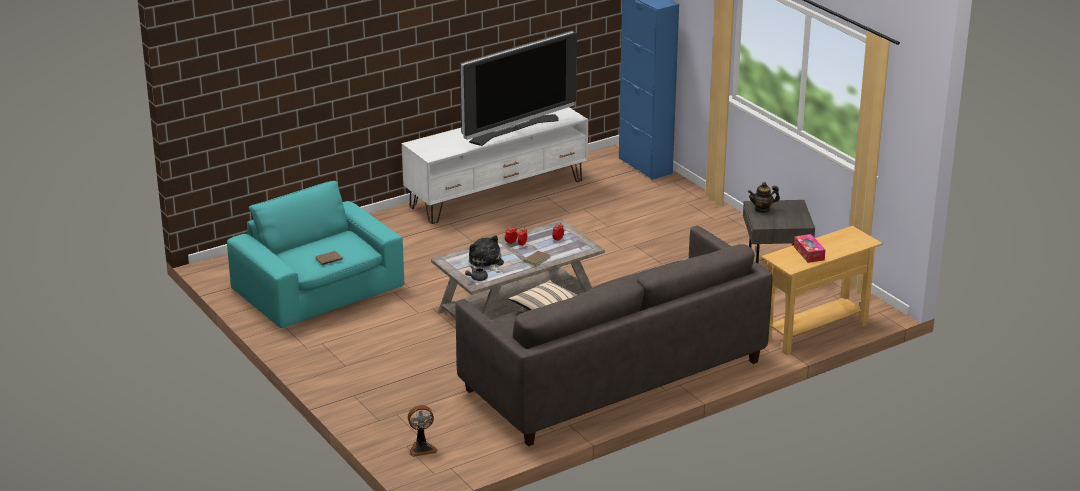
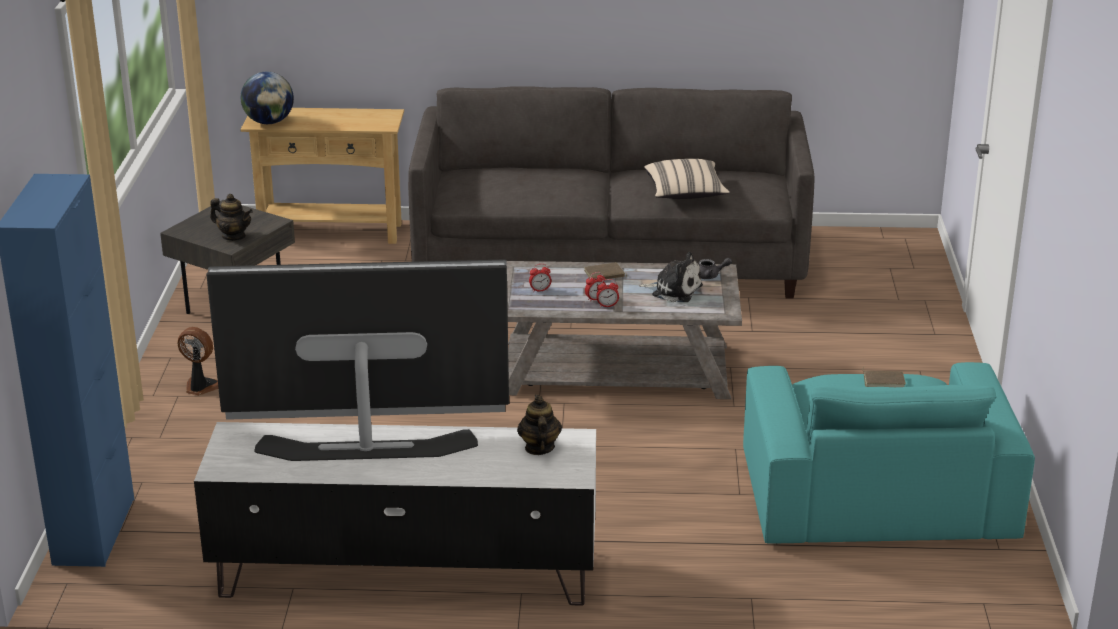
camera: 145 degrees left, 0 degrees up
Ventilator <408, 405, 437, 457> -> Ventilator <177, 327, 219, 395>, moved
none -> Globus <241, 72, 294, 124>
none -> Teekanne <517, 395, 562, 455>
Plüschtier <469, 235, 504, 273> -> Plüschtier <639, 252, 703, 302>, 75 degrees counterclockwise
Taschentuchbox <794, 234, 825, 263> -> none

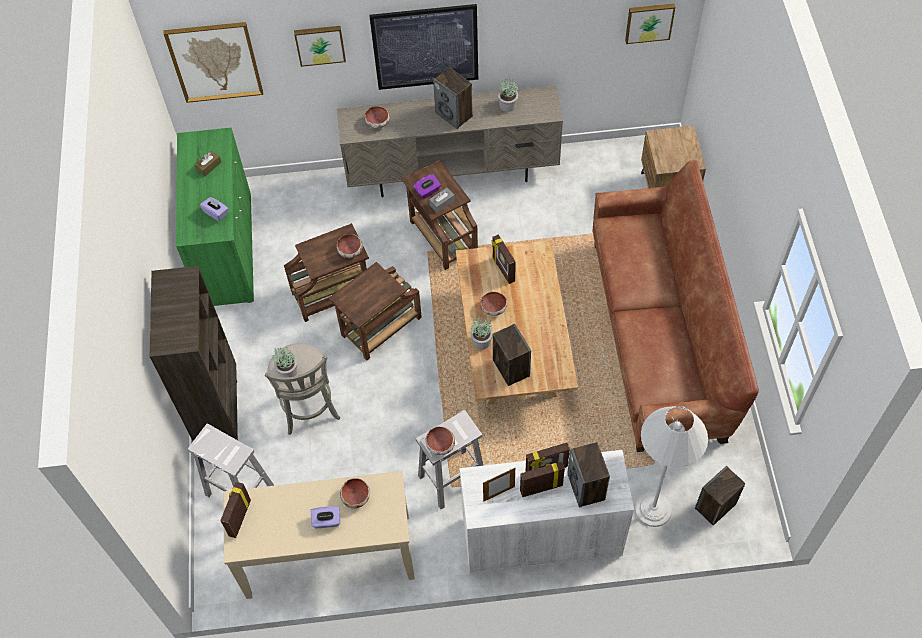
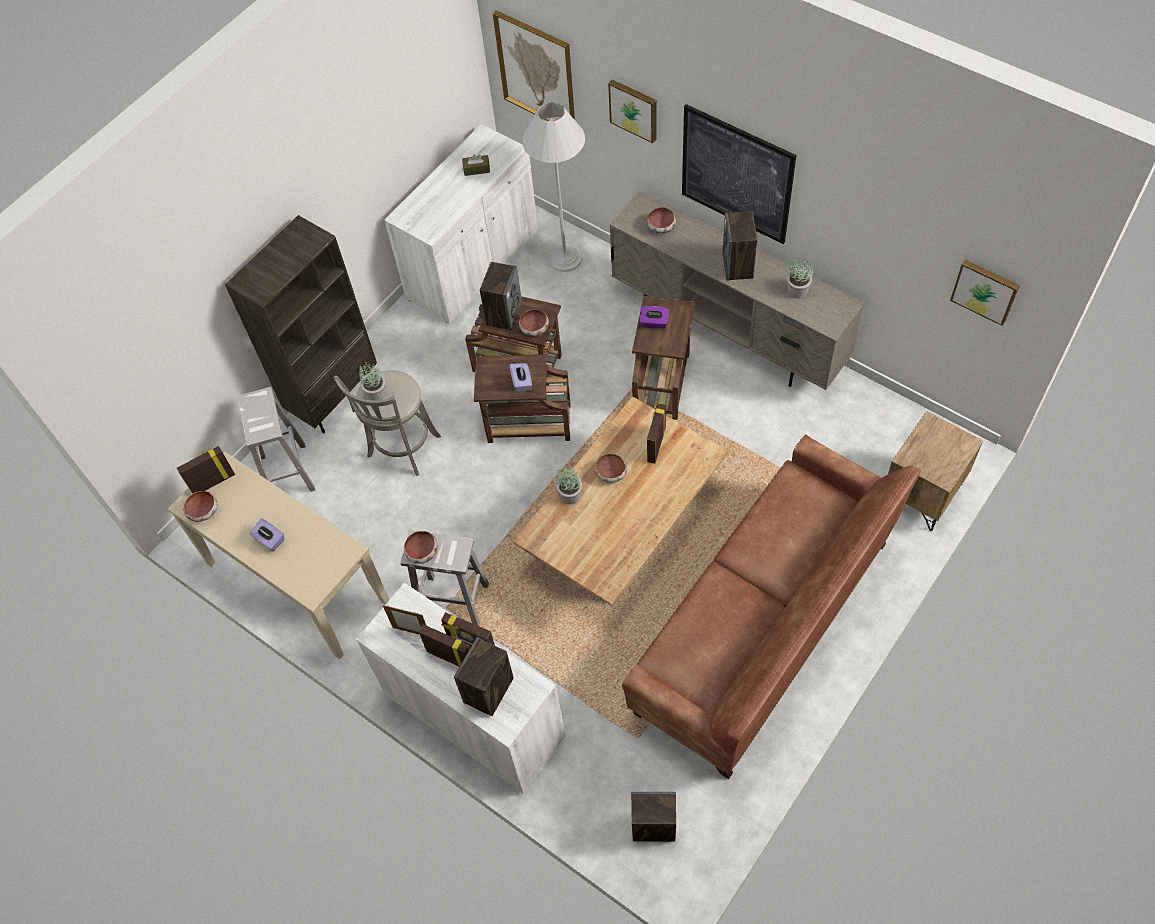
camera: 45 degrees right, 0 degrees up
Schüssel <340, 478, 370, 509> -> Schüssel <183, 491, 217, 522>, moved
Schrank [grün] <176, 128, 254, 306> -> Schrank [weiß] <384, 124, 538, 324>
Lautsprecher <493, 324, 531, 386> -> Lautsprecher <480, 262, 522, 331>, moved
Taschentuchbox [lila] <200, 197, 228, 222> -> Taschentuchbox [lila] <509, 363, 532, 393>, moved
Stehlampe [weiß] <635, 406, 708, 527> -> Stehlampe [weiß] <522, 102, 585, 272>, moved
Taschentuchbox [grau] <429, 188, 455, 212> -> none

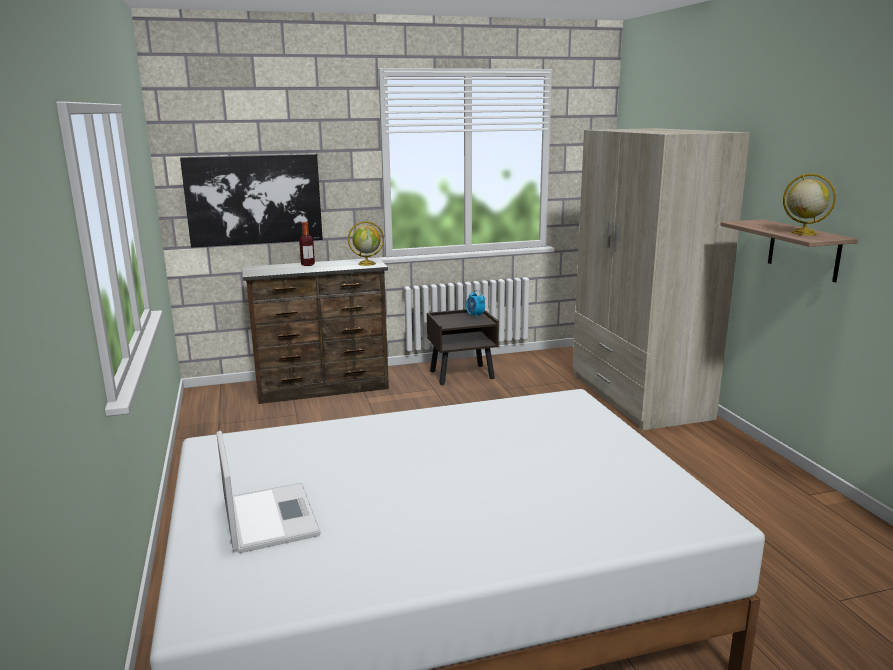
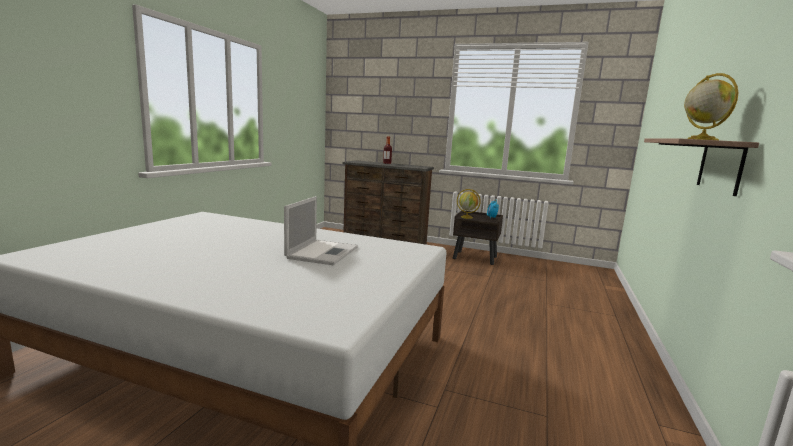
camera: 35 degrees right, 5 degrees down
Laptop <217, 431, 321, 553> -> Laptop <284, 196, 358, 265>, moved
Globus <348, 221, 384, 266> -> Globus <457, 189, 481, 219>, moved
Bild <180, 154, 323, 248> -> none
Kleiderschrank [beige] <572, 128, 750, 430> -> none

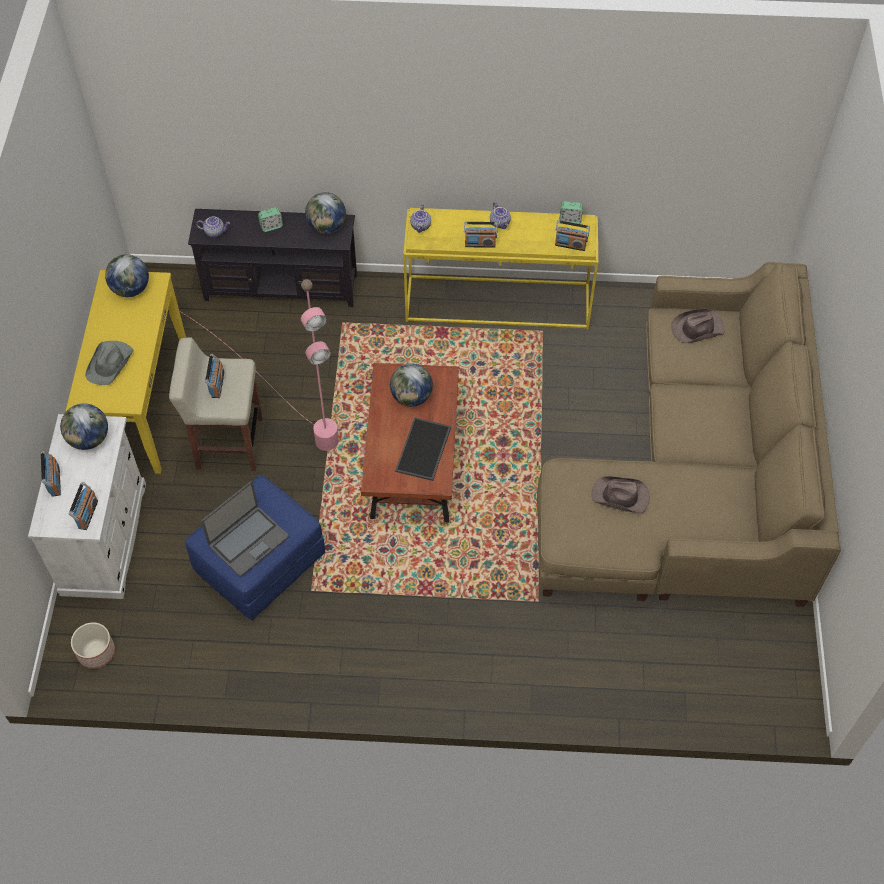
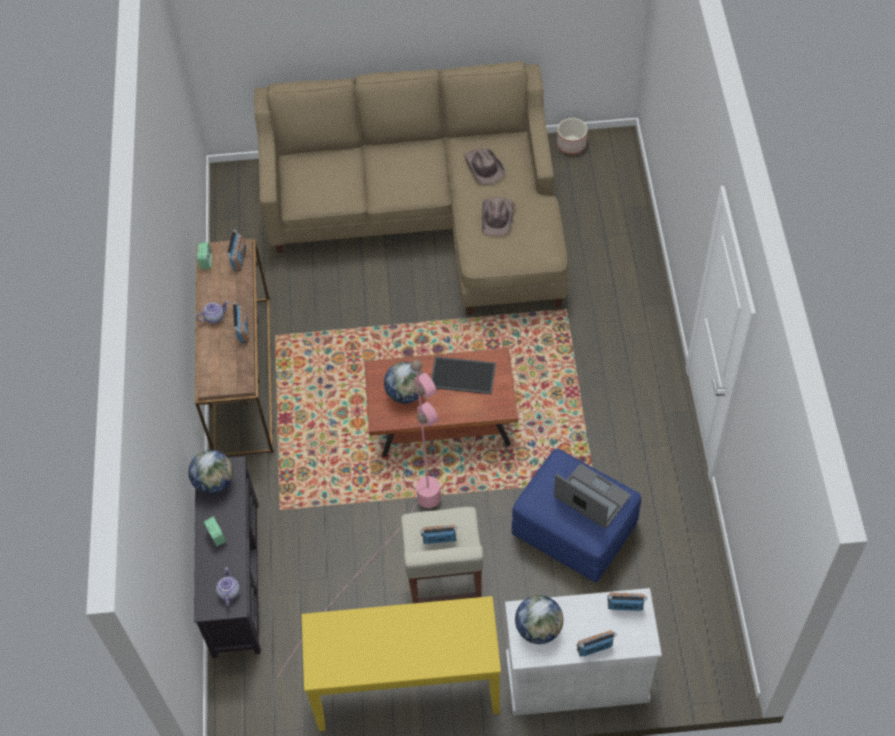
camera: 95 degrees left, 0 degrees up
Konsolentisch [gelb] <403, 208, 598, 329> -> Konsolentisch [braun] <195, 239, 273, 456>
Hut [braun] <671, 309, 725, 343> -> Hut [braun] <464, 148, 505, 185>, moved
Pflanzkübel <71, 622, 115, 669> -> Pflanzkübel <557, 118, 587, 154>, moved
Hut [grau] <85, 341, 134, 385> -> none
Globus <105, 254, 149, 297> -> none
Teekanne <410, 204, 431, 233> -> none

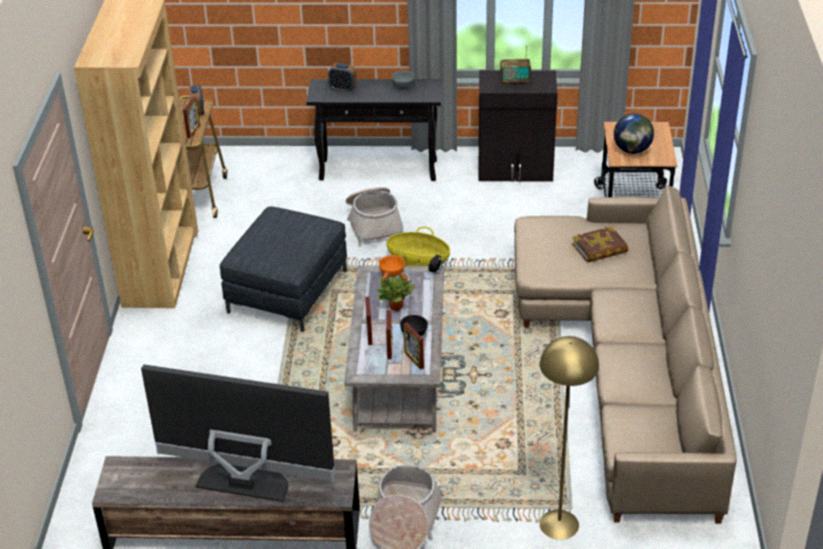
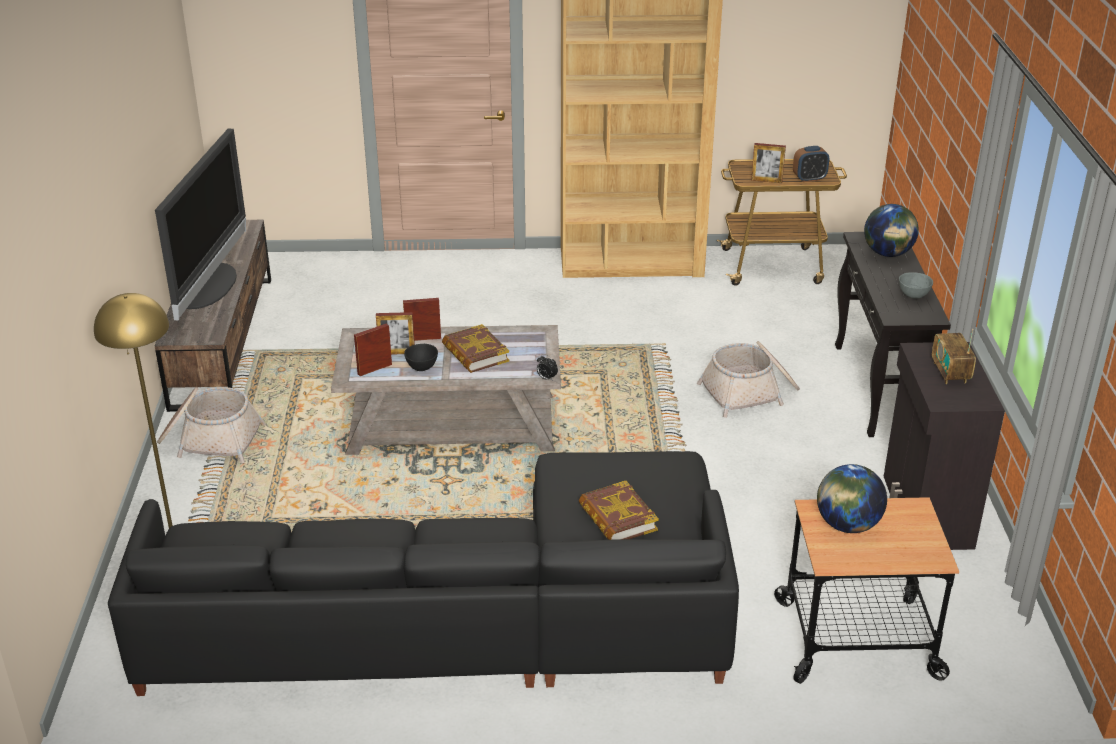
camera: 85 degrees right, 5 degrees down
Sofa [beige] <514, 185, 737, 524> -> Sofa [schwarz] <108, 451, 739, 696>
Topfpflanze <377, 271, 415, 311> -> Buch <442, 324, 509, 373>
Wecker <328, 63, 357, 92> -> Globus <864, 204, 919, 257>
Polsterhocker [grau] <219, 207, 347, 332> -> none
Schüssel [orange] <379, 255, 405, 277> -> none
Korb <387, 227, 450, 266> -> none

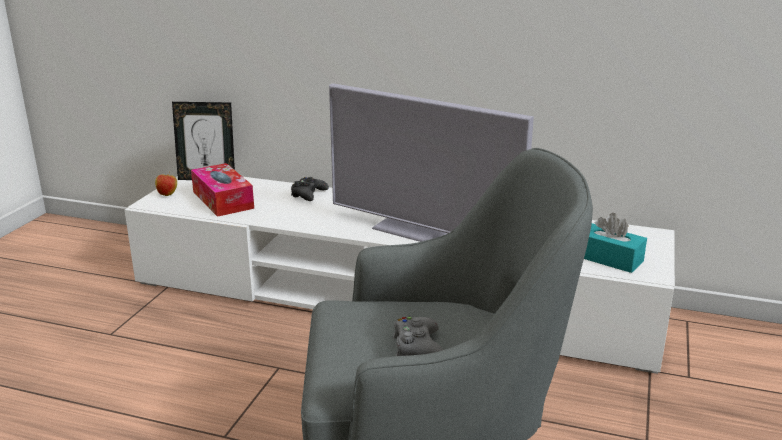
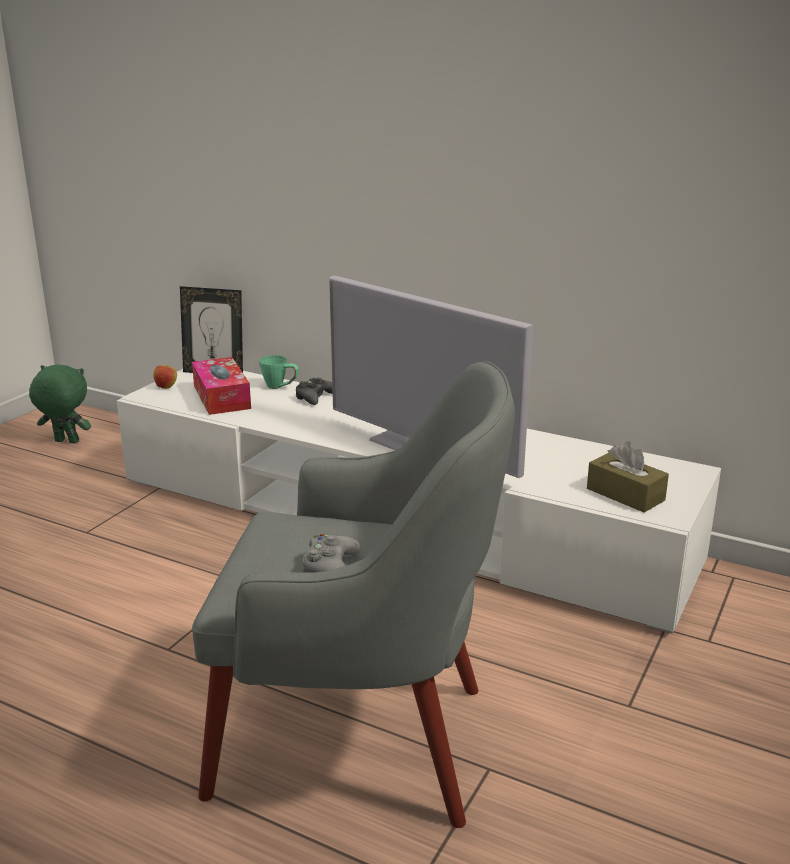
camera: 10 degrees right, 0 degrees up
none -> Plüschtier [grün] <29, 365, 91, 444>
none -> Henkelbecher [grün] <259, 355, 299, 389>
Taschentuchbox [türkis] <584, 213, 647, 273> -> Taschentuchbox [braun] <587, 441, 669, 513>

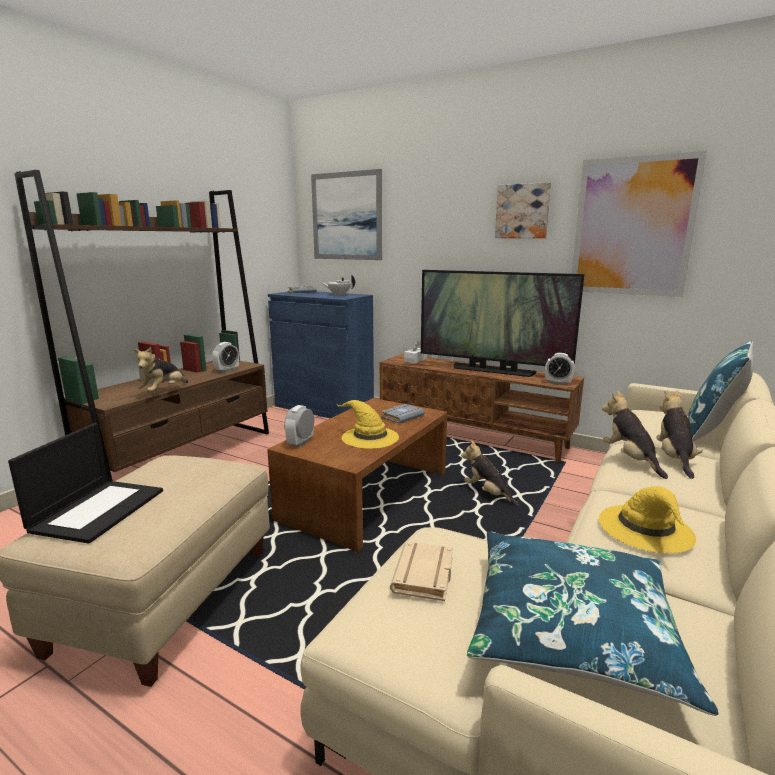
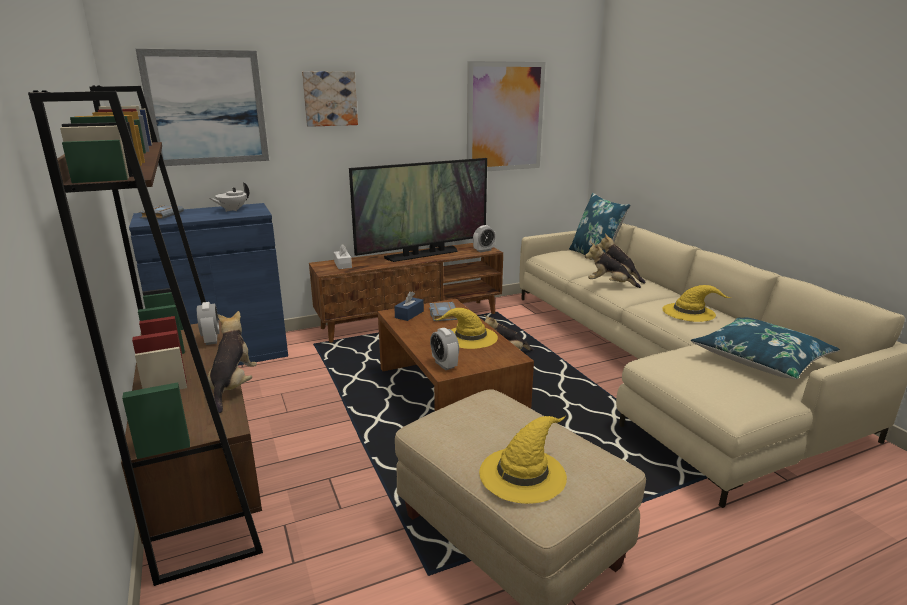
camera: 55 degrees left, 5 degrees up
Plüschtier <134, 347, 188, 392> -> Plüschtier <208, 311, 257, 413>, 150 degrees counterclockwise
Bild <495, 182, 551, 238> -> Bild <302, 71, 358, 127>, moved
none -> Taschentuchbox [blau] <394, 291, 424, 321>
Laptop <8, 423, 163, 544> -> Hut [gelb] <479, 416, 567, 504>
Buch [beige] <390, 542, 453, 601> -> none

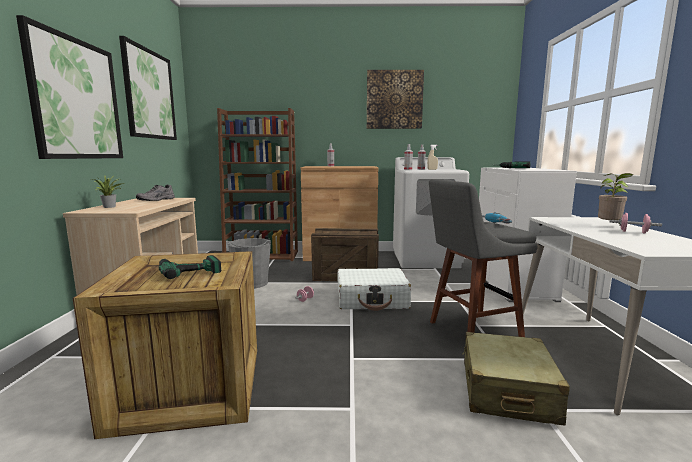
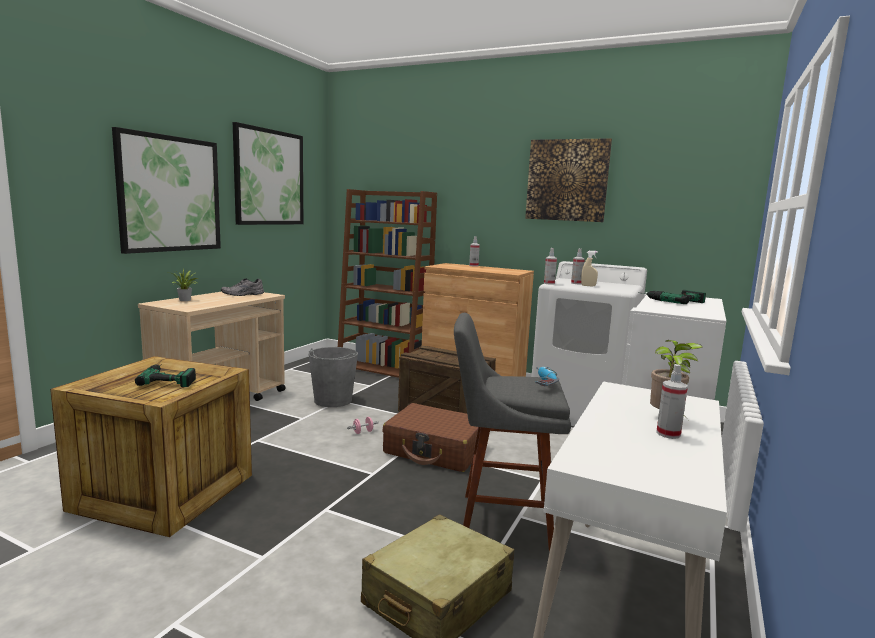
camera: 25 degrees right, 0 degrees up
Koffer [weiß] <337, 268, 411, 311> -> Koffer [braun] <382, 403, 478, 472>
Hantel [rosa] <610, 213, 662, 233> -> Sprühflasche <656, 364, 688, 439>

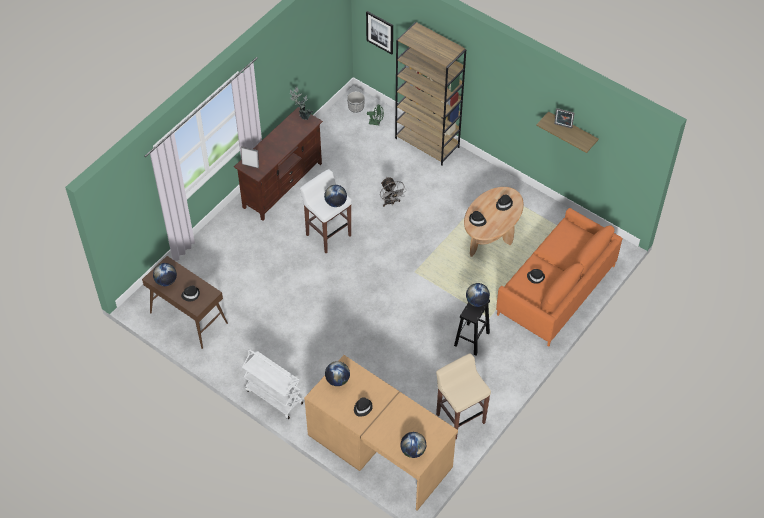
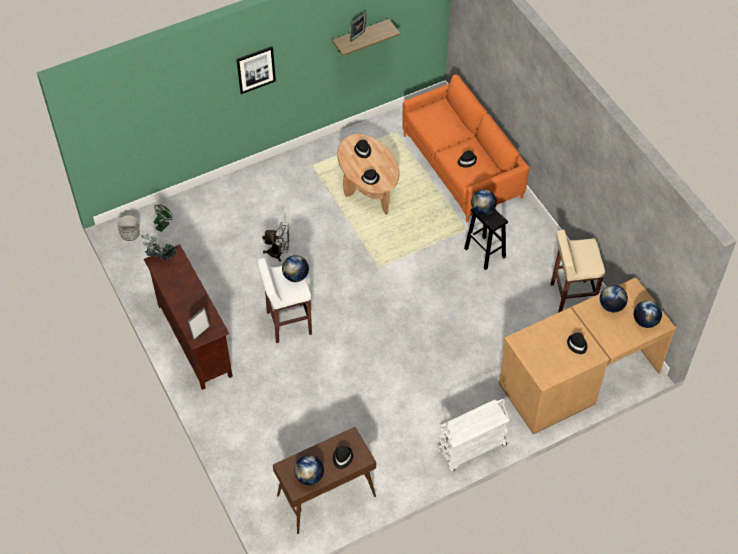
camera: 65 degrees left, 0 degrees up
Bild <366, 11, 393, 54> -> Bild <236, 46, 276, 94>, moved
Globus <325, 361, 350, 386> -> Globus <600, 285, 628, 312>, moved
Bücherregal [braun] <395, 22, 466, 165> -> none

